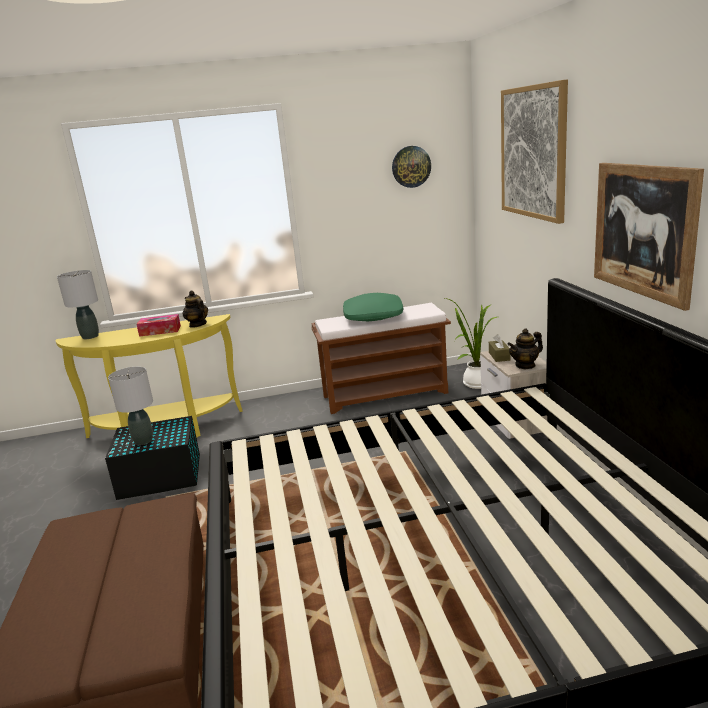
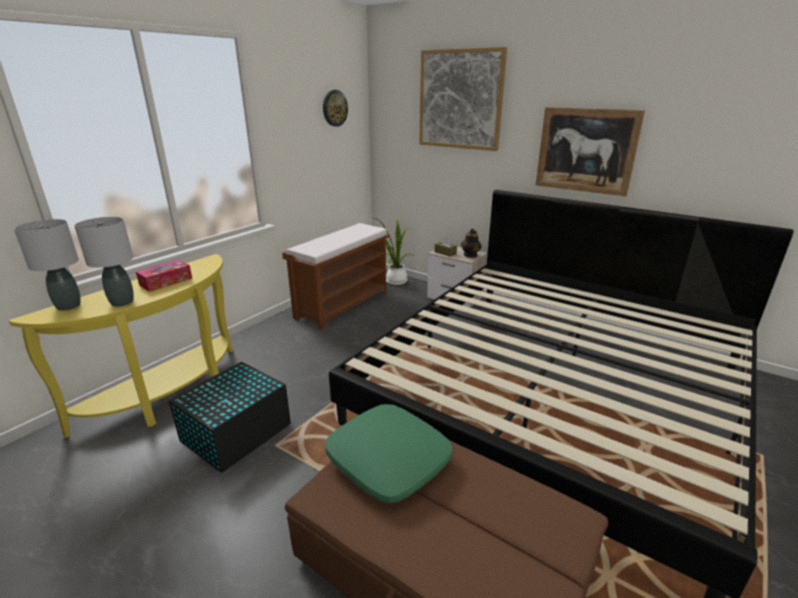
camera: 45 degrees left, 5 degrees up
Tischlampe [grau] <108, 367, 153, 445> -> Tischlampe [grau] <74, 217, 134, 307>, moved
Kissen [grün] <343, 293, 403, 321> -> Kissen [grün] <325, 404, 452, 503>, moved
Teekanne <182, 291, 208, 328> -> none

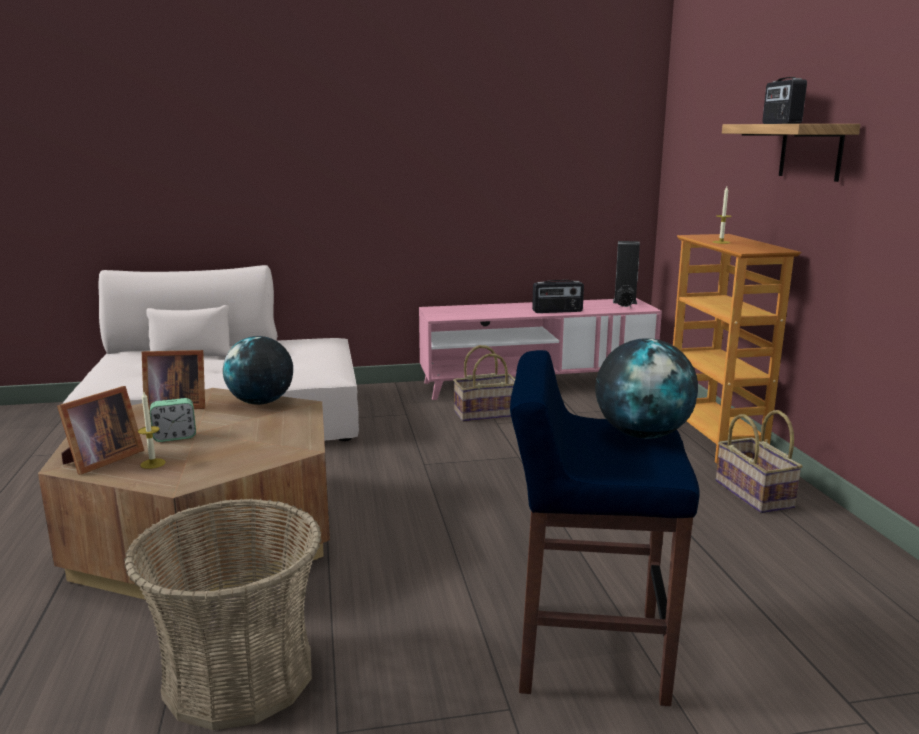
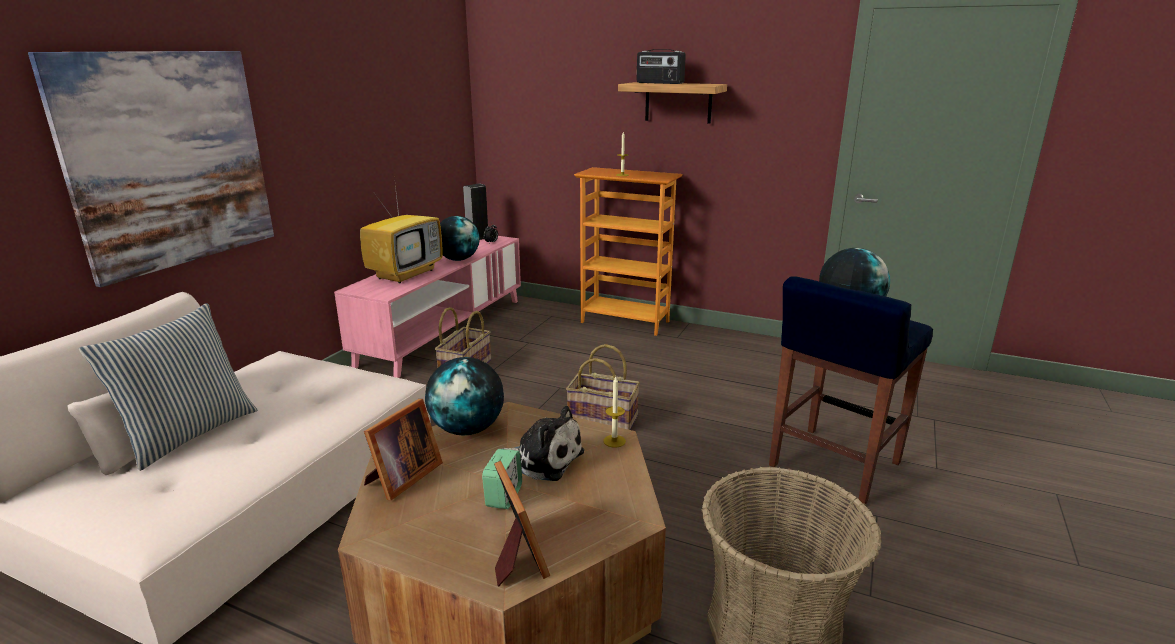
camera: 55 degrees left, 5 degrees up
none -> Bild <28, 51, 274, 287>
none -> Kissen <79, 303, 257, 471>
none -> Fernseher <360, 185, 443, 283>
Radio <532, 280, 584, 313> -> Globus <440, 216, 480, 261>
none -> Plüschtier <501, 406, 584, 481>
Korb <716, 410, 803, 513> -> Korb <566, 344, 640, 430>, moved
Kerze <138, 392, 166, 469> -> Kerze <603, 377, 626, 448>, moved

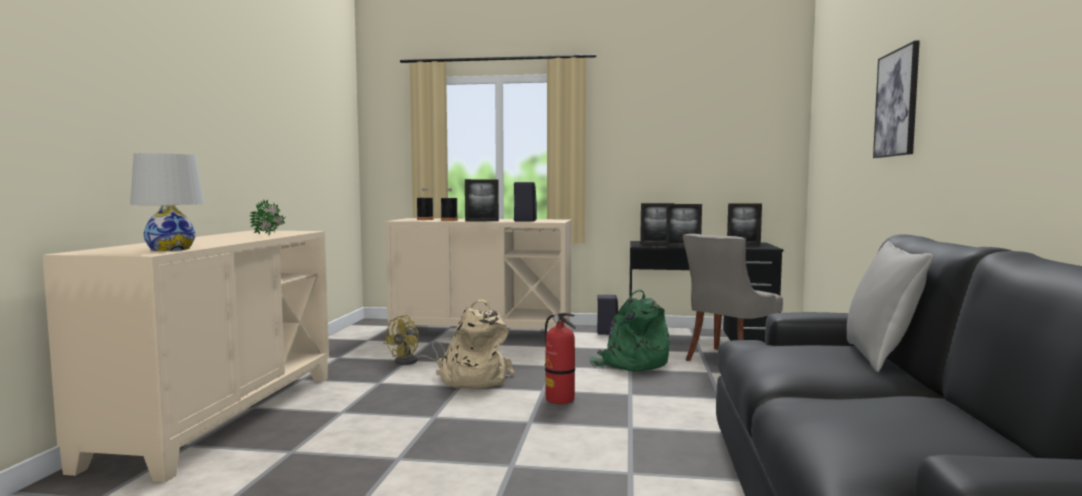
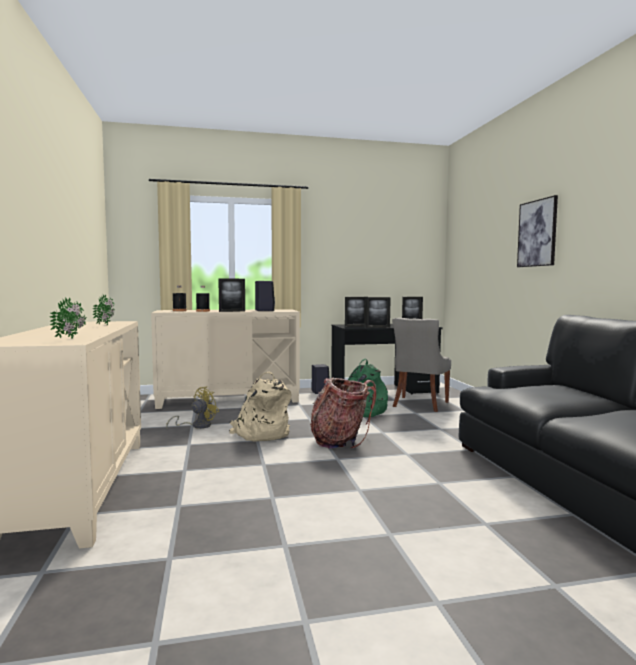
camera: 20 degrees left, 0 degrees up
Tischlampe [weiß] <130, 153, 204, 251> -> Topfpflanze <50, 297, 86, 340>
Ventilator [gelb] <383, 315, 445, 365> -> Ventilator [gelb] <166, 387, 219, 429>, 150 degrees counterclockwise
Feuerlöscher <545, 313, 576, 404> -> Rucksack <310, 378, 376, 448>
Kissen [grau] <847, 241, 933, 372> -> none

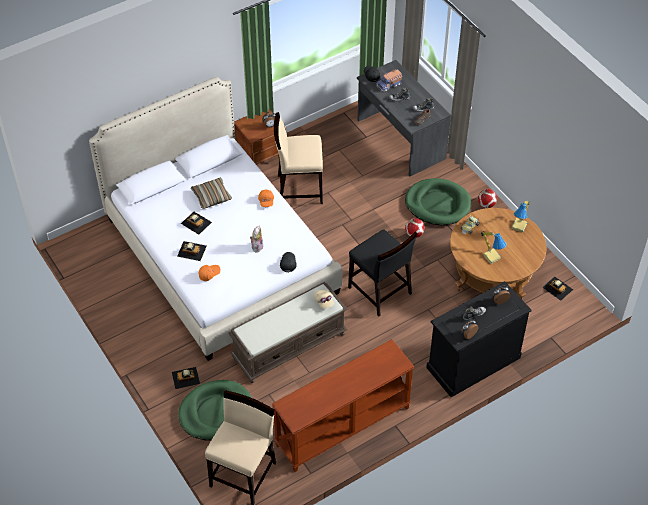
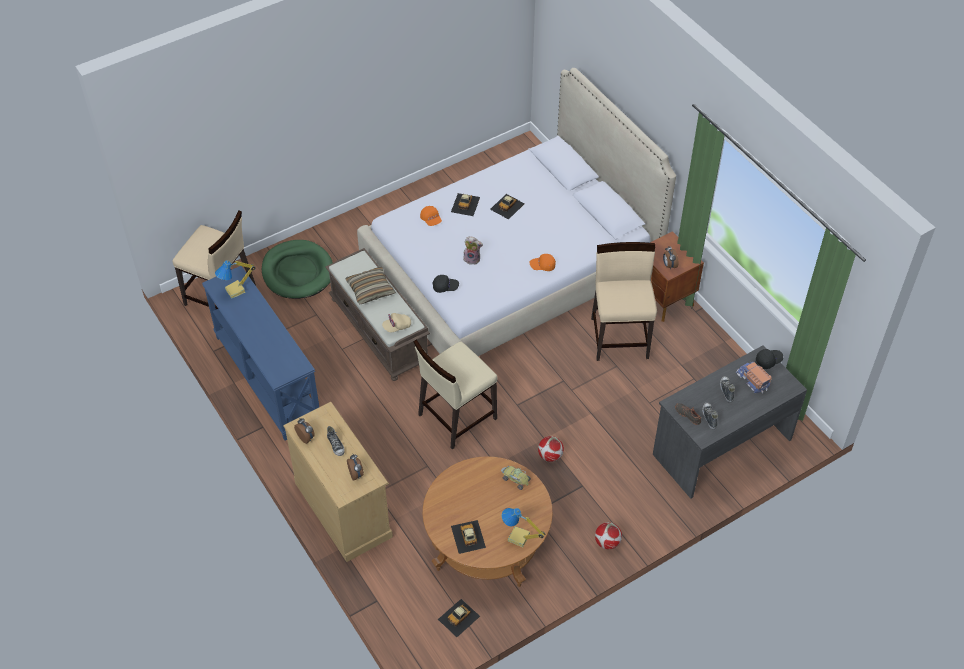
camera: 90 degrees right, 0 degrees up
Konsolentisch [braun] <272, 339, 414, 472> -> Konsolentisch [blau] <202, 266, 319, 440>
Tischlampe <481, 231, 507, 264> -> Tischlampe <215, 261, 256, 299>, moved
Kommode [schwarz] <426, 281, 532, 397> -> Kommode [beige] <283, 402, 393, 562>
Kissen <191, 177, 232, 209> -> Kissen <345, 267, 396, 304>, moved
Stuhl [schwarz] <348, 229, 417, 316> -> Stuhl [beige] <413, 339, 498, 449>
Spielzeugauto <172, 367, 200, 389> -> Spielzeugauto <451, 520, 486, 554>, moved
Hundebett [grün] <405, 178, 471, 225> -> none

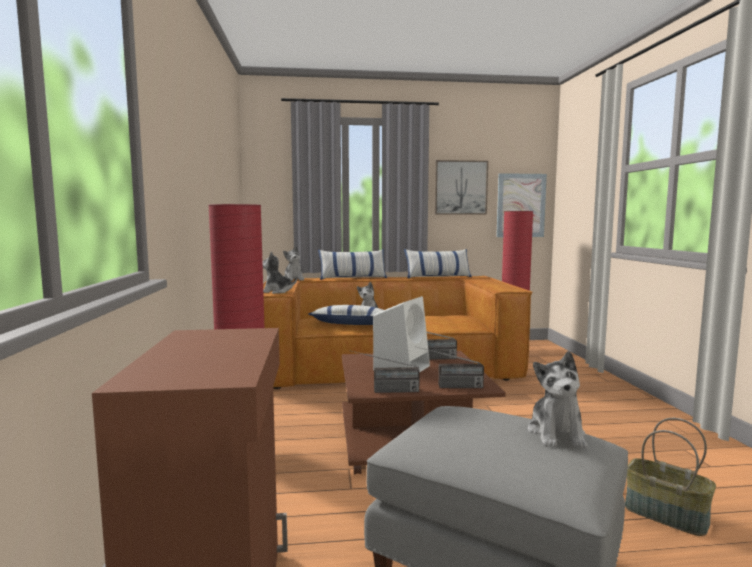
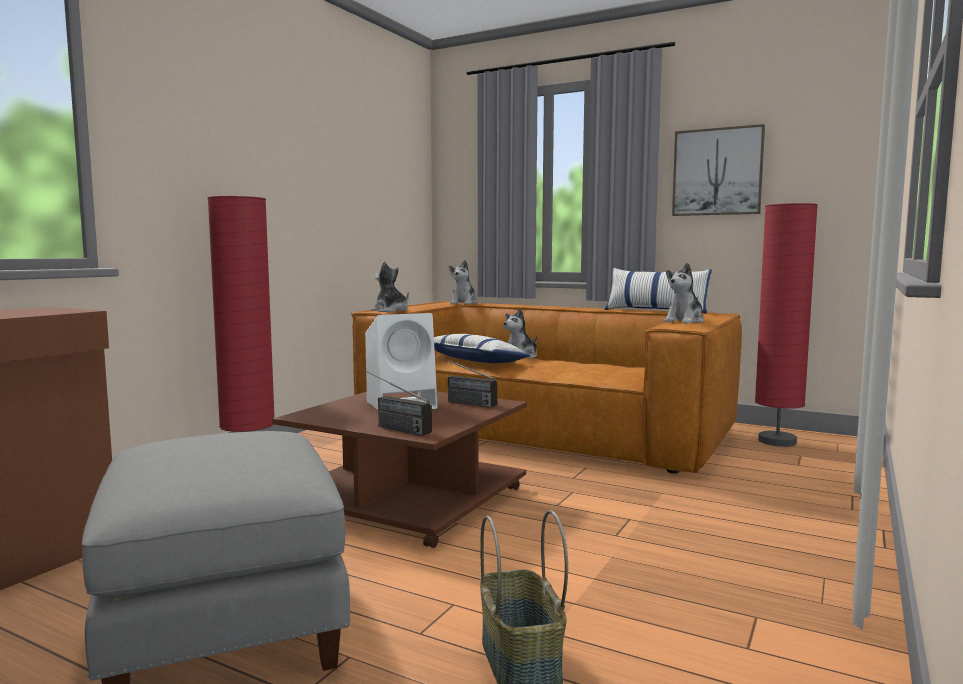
camera: 35 degrees right, 0 degrees up
Plüschtier <528, 351, 587, 448> -> Plüschtier <664, 263, 704, 323>, moved
Kissen <318, 249, 387, 280> -> none
Radio <352, 351, 420, 393> -> none
Bild <496, 173, 547, 237> -> none

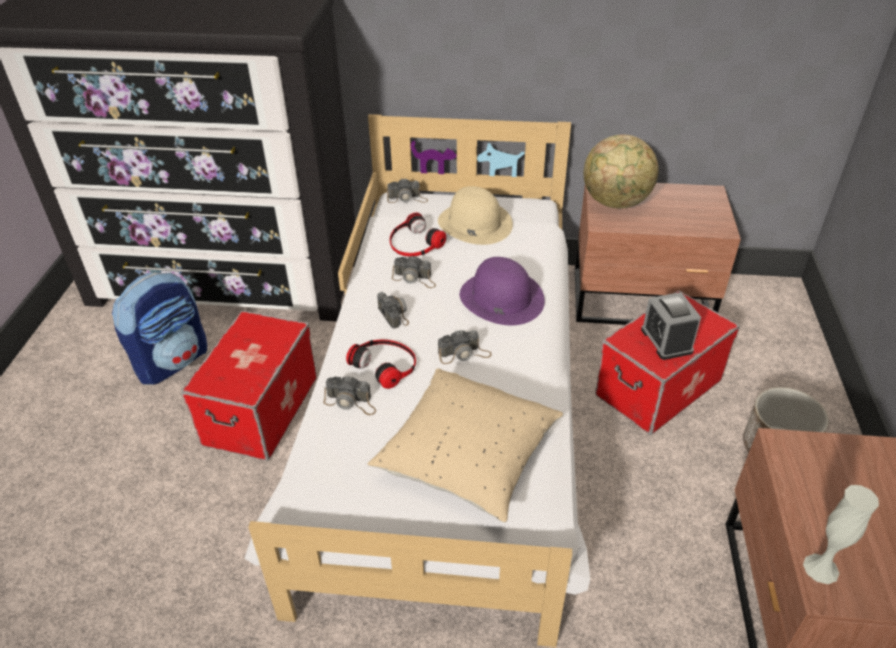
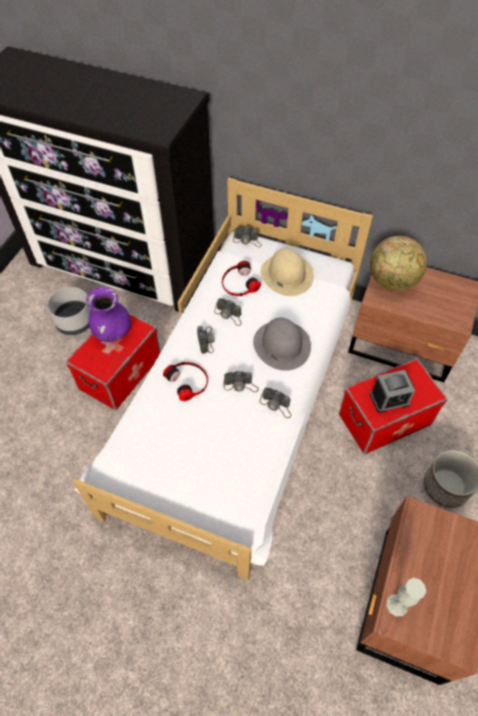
camera: 15 degrees right, 15 degrees up
Rucksack <112, 272, 207, 385> -> Pflanzkübel [grau] <47, 287, 91, 335>
none -> Vase [lila] <86, 287, 131, 342>
Hut [lila] <460, 257, 545, 325> -> Hut [grau] <253, 318, 311, 371>
Kamera <324, 376, 376, 415> -> Kamera <259, 387, 291, 418>, moved
Wecker <641, 292, 701, 360> -> Wecker <370, 370, 415, 413>, 105 degrees counterclockwise
Kissen [beige] <368, 368, 563, 523> -> none

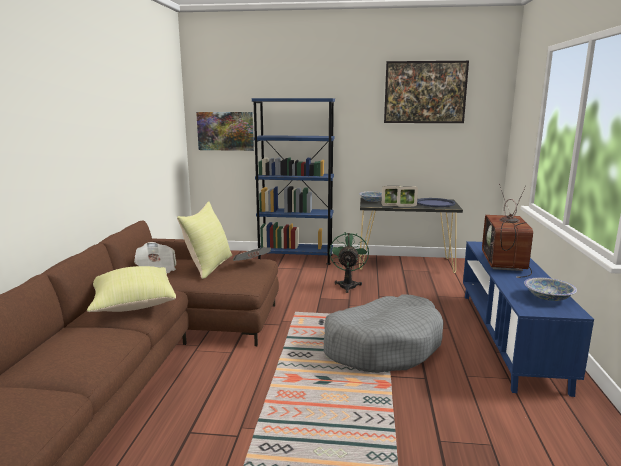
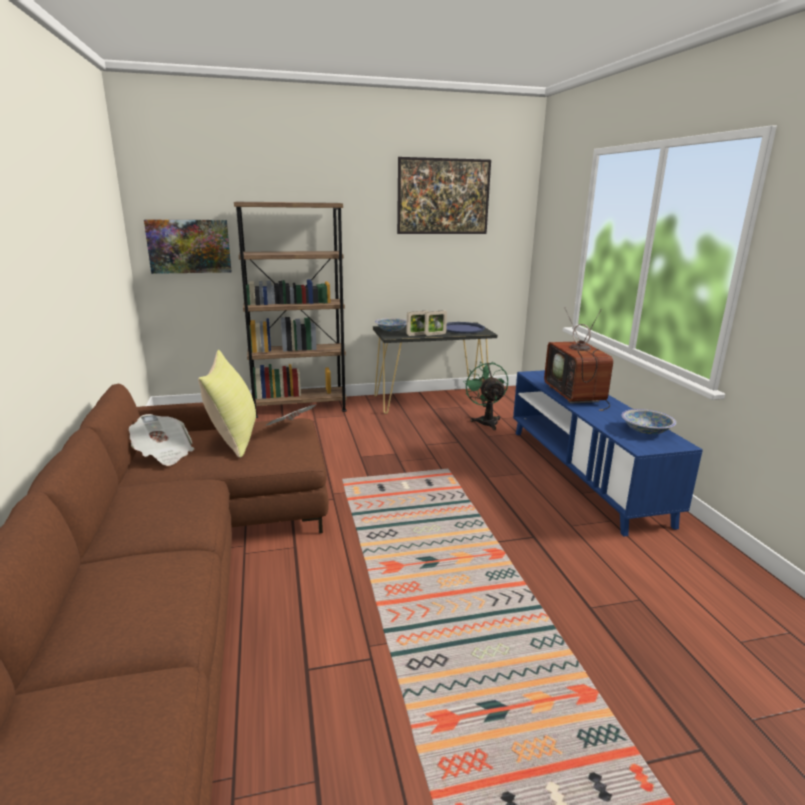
camera: 20 degrees left, 5 degrees up
Bücherregal [blau] <252, 98, 335, 265> -> Bücherregal [braun] <234, 202, 347, 418>
Ventilator [grün] <329, 232, 369, 293> -> Ventilator [grün] <463, 362, 508, 430>, moved
Kissen [gelb] <87, 266, 176, 312> -> none
Hundebett [grau] <324, 294, 444, 373> -> none

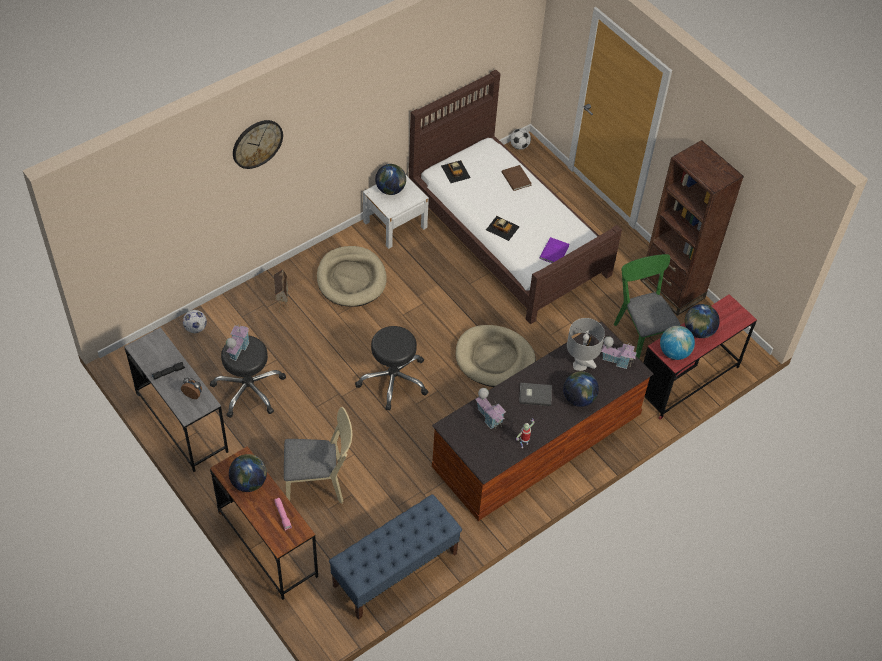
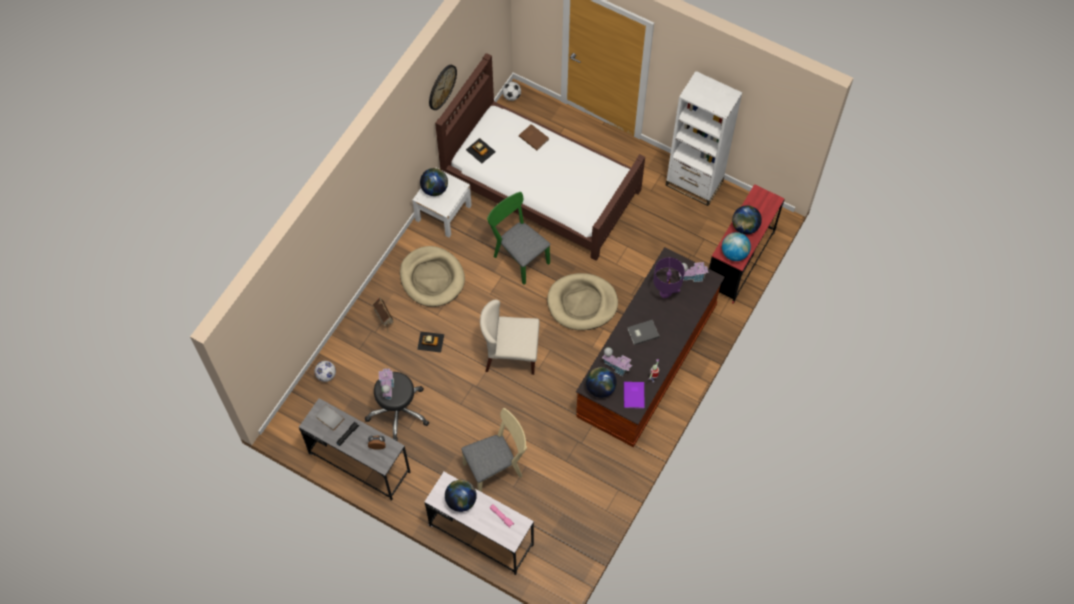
camera: 20 degrees left, 10 degrees up
none -> Buch [grau] <316, 404, 344, 431>
Spielzeugauto <486, 216, 520, 241> -> Spielzeugauto <417, 331, 444, 353>, moved
Schreibtisch [braun] <210, 446, 318, 600> -> Schreibtisch [weiß] <424, 472, 534, 575>
Wanduhr <233, 120, 283, 169> -> Wanduhr <429, 65, 457, 110>, moved
Hocker [schwarz] <355, 326, 428, 410> -> Stuhl [beige] <480, 300, 540, 375>
Stuhl [grün] <613, 254, 681, 358> -> Stuhl [grün] <487, 192, 550, 285>, moved
Globus <563, 371, 599, 407> -> Globus <586, 367, 617, 398>, moved
Buch [lila] <539, 237, 569, 263> -> Buch [lila] <624, 382, 645, 408>, moved
Tischlampe [grau] <567, 318, 605, 371> -> Tischlampe [lila] <653, 257, 685, 298>
Bücherregal [braun] <640, 140, 744, 316> -> Bücherregal [weiß] <665, 71, 742, 206>
Bank [blau] <329, 494, 462, 620> -> none

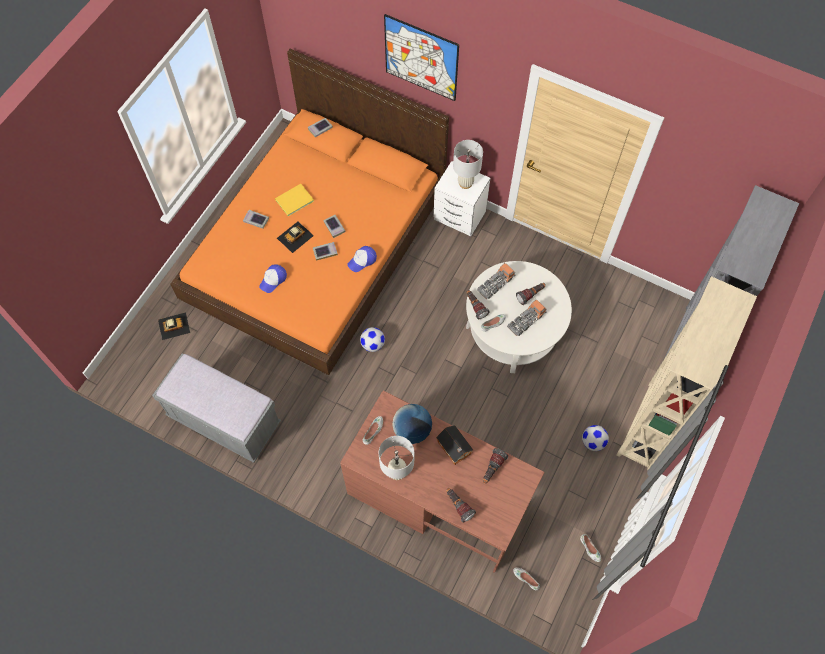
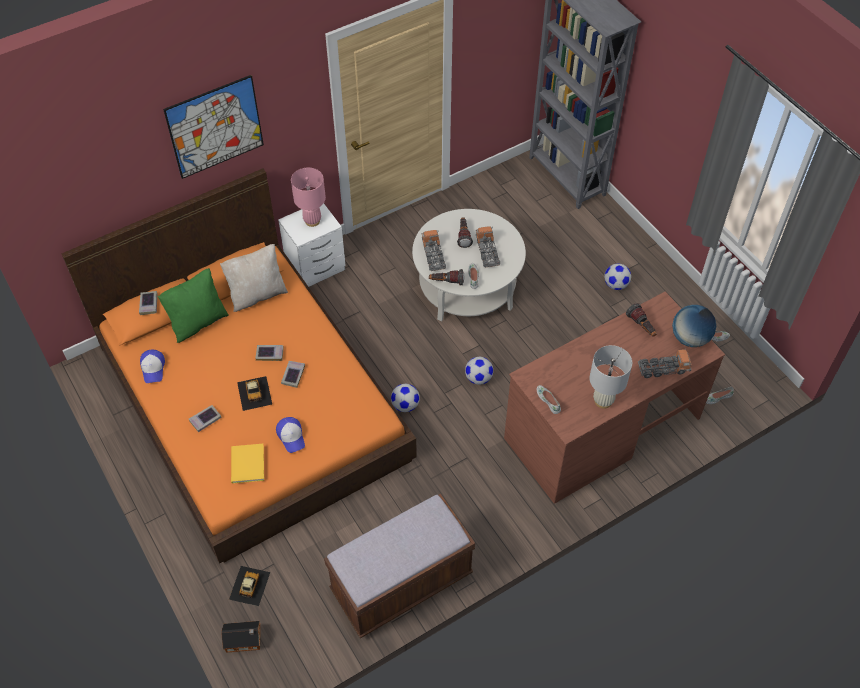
camera: 60 degrees left, 10 degrees down
Kappe <347, 246, 377, 272> -> Kappe <140, 350, 165, 383>, moved
none -> Kissen [grün] <158, 268, 229, 343>
none -> Kissen [beige] <220, 244, 288, 312>
Spielzeughaus <436, 425, 473, 465> -> Spielzeughaus <221, 621, 260, 652>, moved
Buch [gelb] <275, 184, 314, 217> -> Buch [gelb] <231, 444, 264, 484>, moved
Tischlampe [weiß] <453, 140, 483, 189> -> Tischlampe [rosa] <291, 168, 326, 227>
Bank [grau] <152, 353, 281, 463> -> Bank [braun] <324, 494, 475, 638>
none -> Fußball <465, 357, 493, 385>
Taschenlampe <446, 488, 476, 523> -> Spielzeuglaster <638, 349, 692, 378>
Globus <392, 404, 432, 444> -> Globus <672, 305, 716, 347>, moved
Bücherregal [beige] <616, 276, 757, 471> -> none

